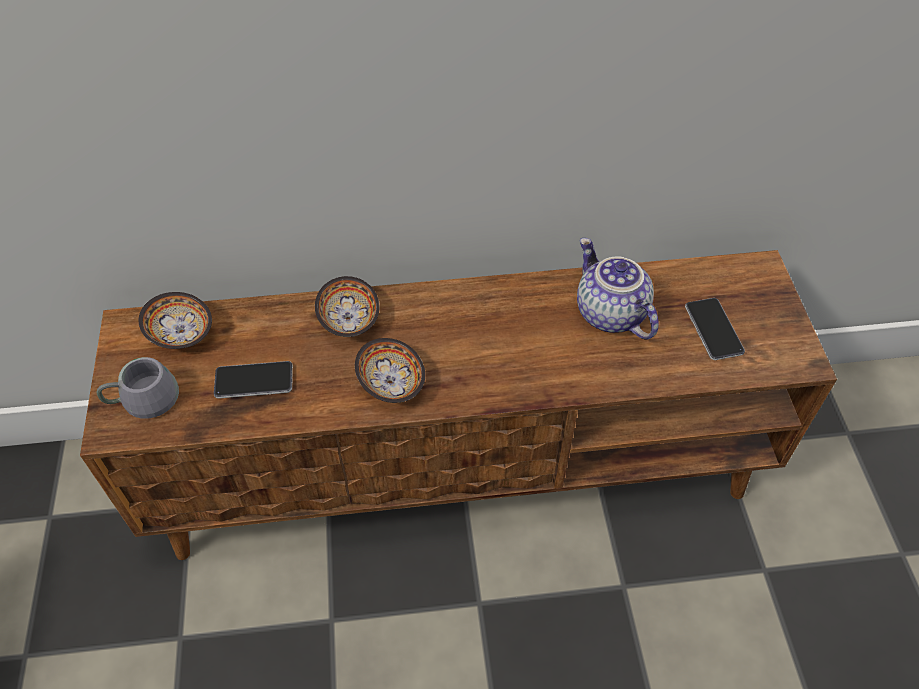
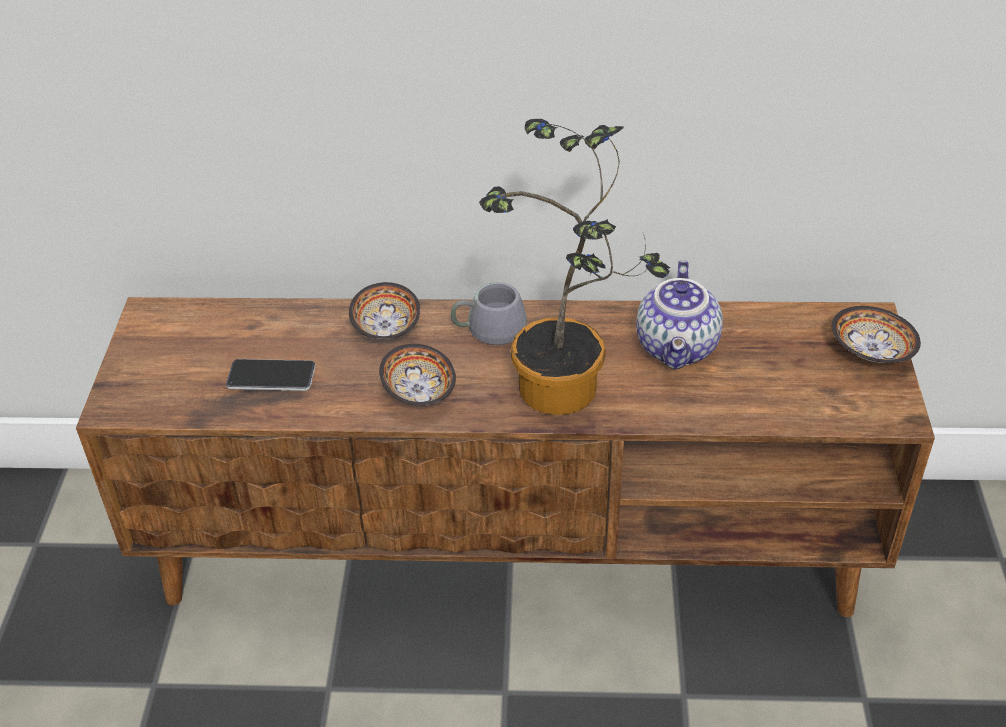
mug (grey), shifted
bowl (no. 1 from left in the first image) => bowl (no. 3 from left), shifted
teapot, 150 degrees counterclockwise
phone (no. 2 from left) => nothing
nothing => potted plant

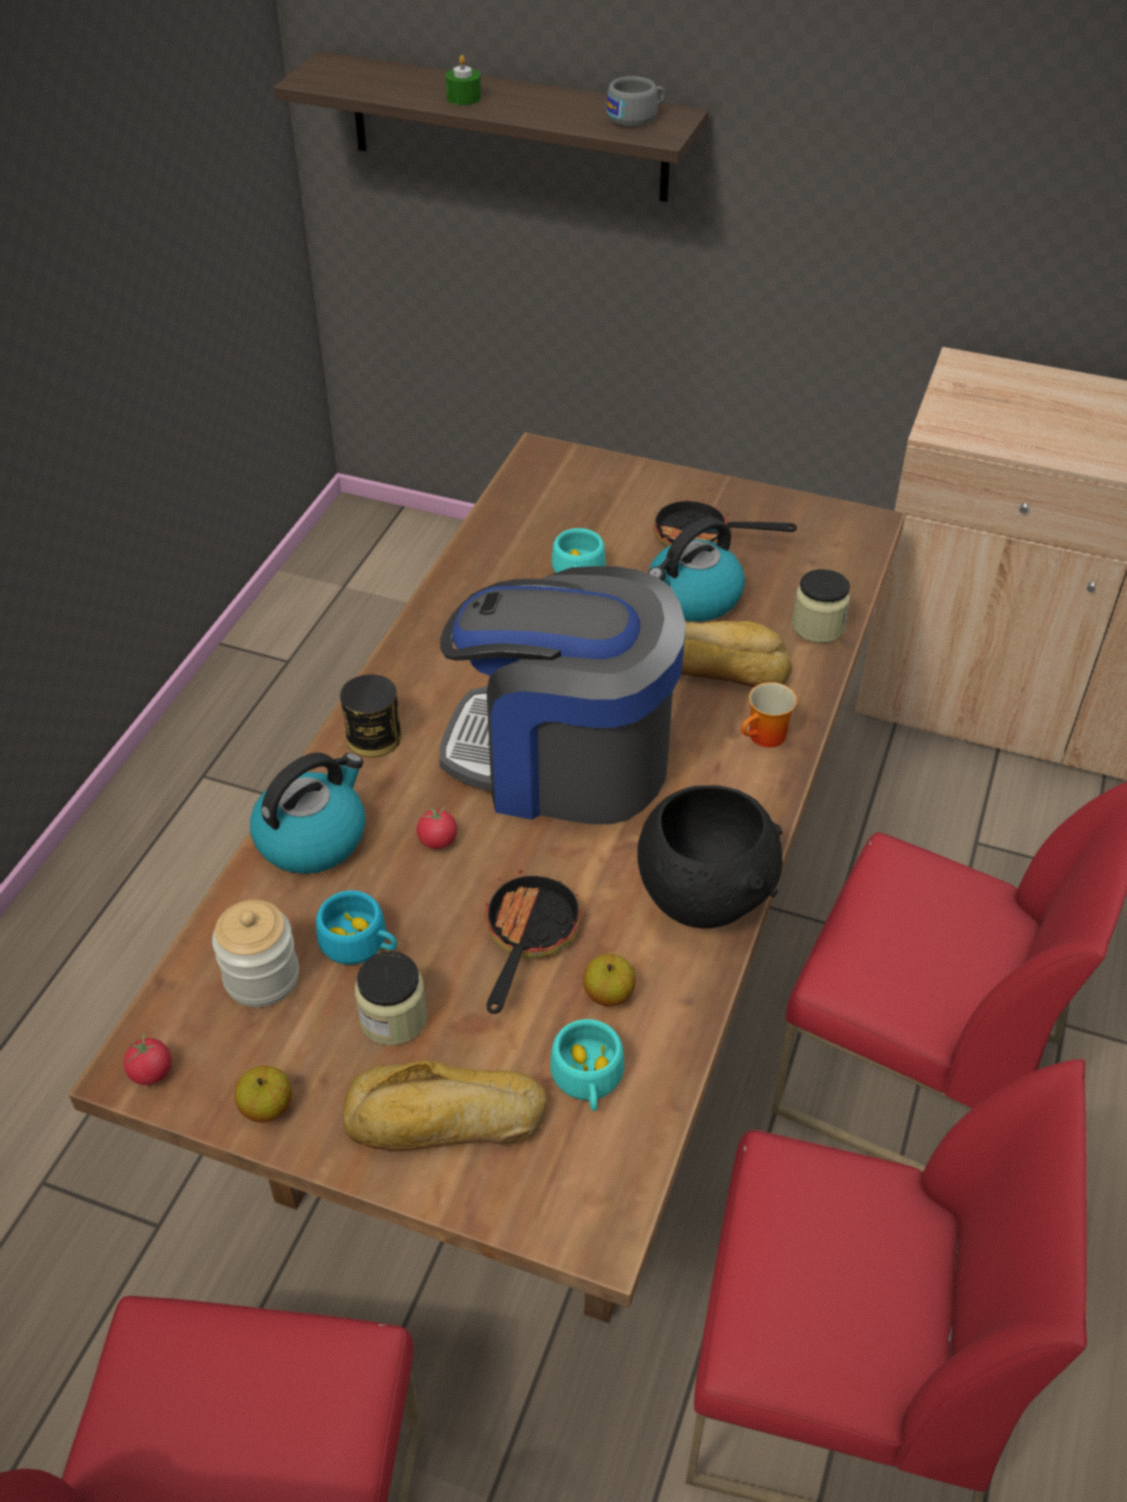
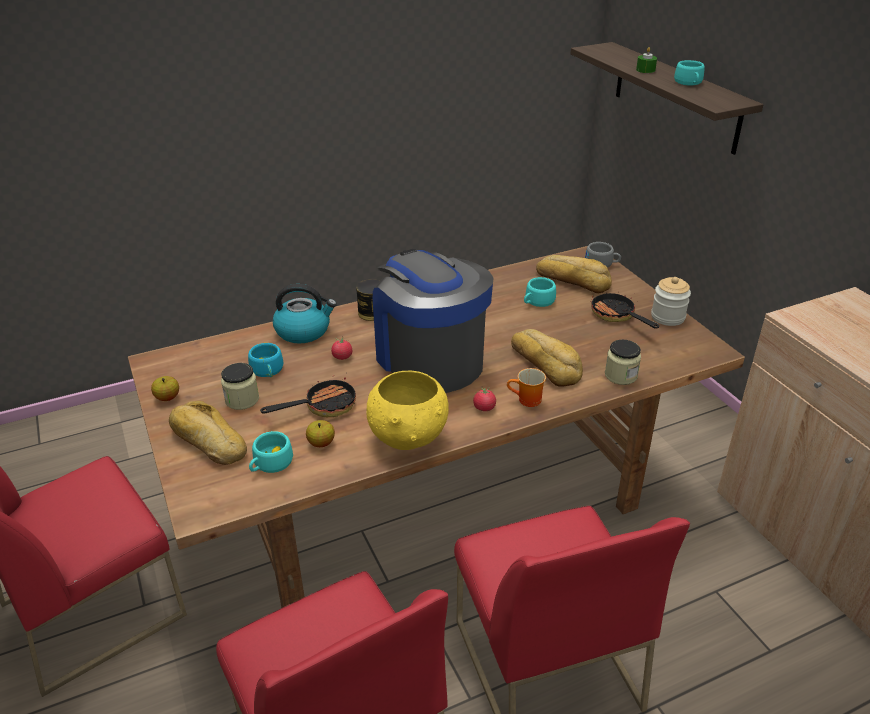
tomato (no. 1 from left in the first image) => tomato (no. 2 from left), shifted
jar (no. 1 from left in the first image) => jar (no. 3 from left), shifted
cup (grey), shifted
bowl (black) => bowl (yellow)
kettle (no. 2 from left) => nothing
nothing => bread (no. 3 from left)
nothing => cup (turquoise) (no. 4 from left)

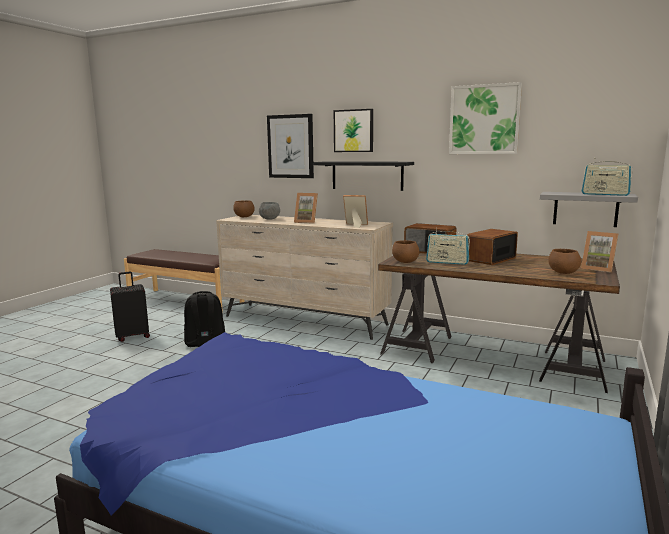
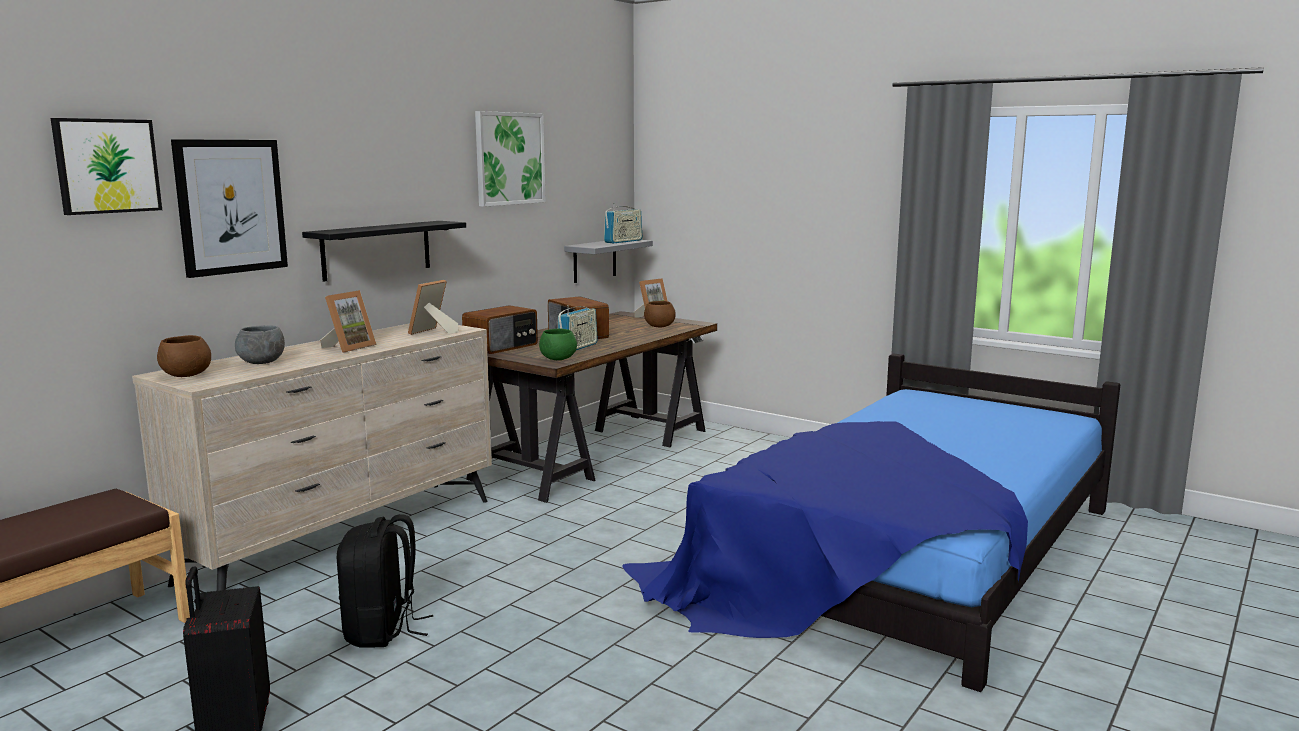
picture (no. 2 from left in the first image) => picture (no. 1 from left), shifted
bowl (brown) (no. 2 from left) => bowl (green)

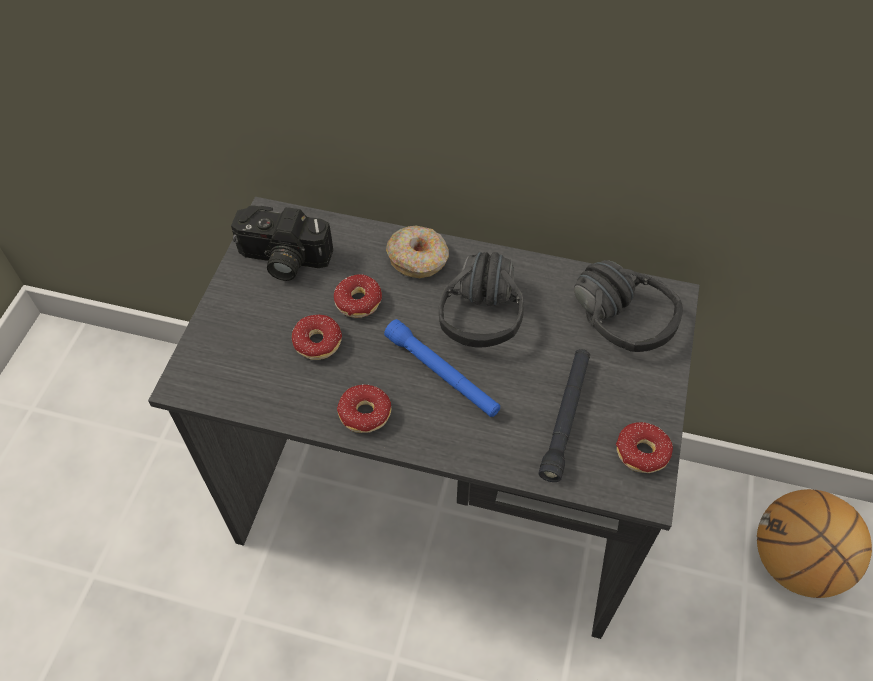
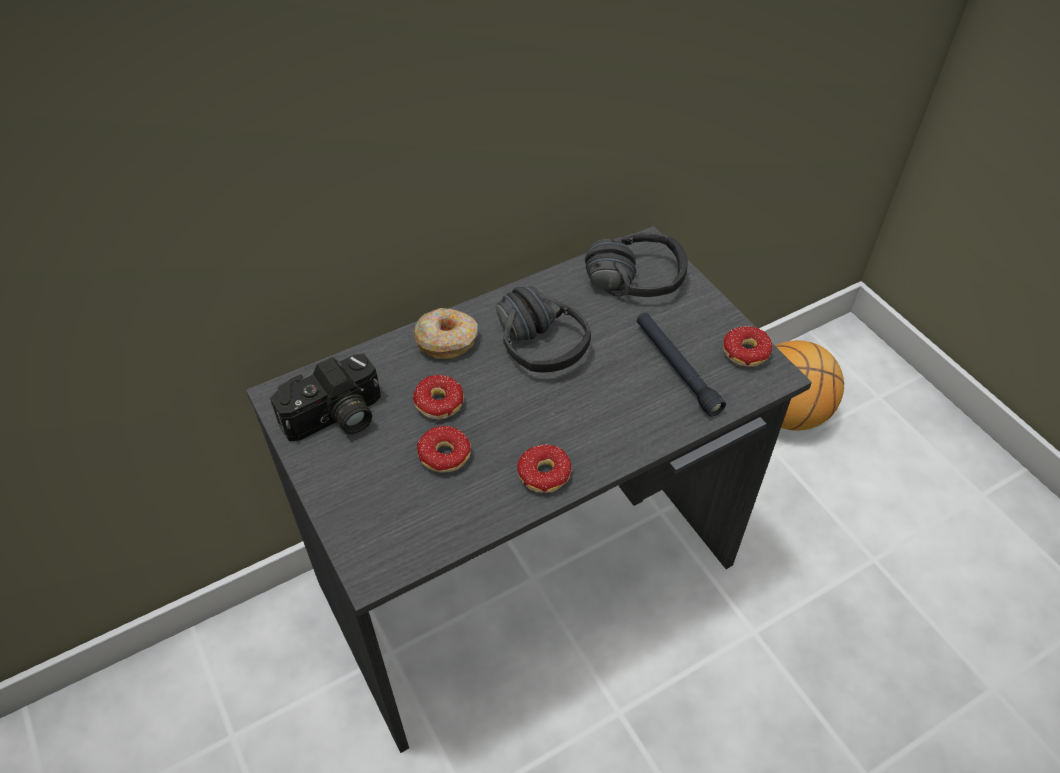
flashlight (blue) => nothing

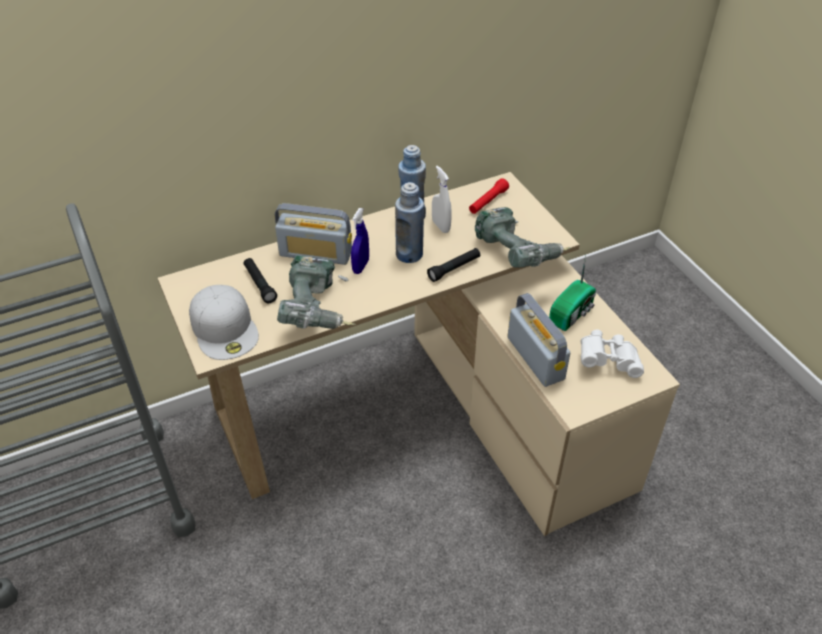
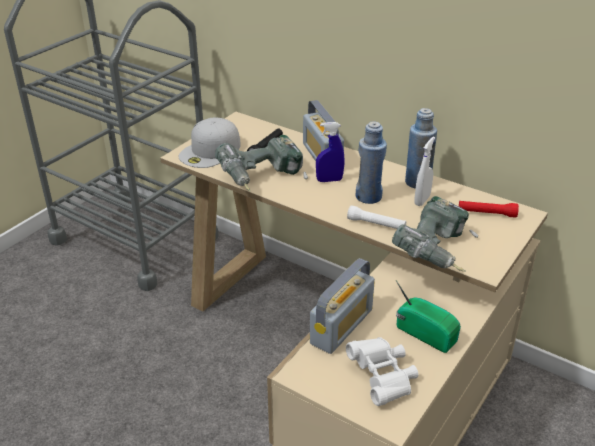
flashlight (black) (no. 2 from left) => flashlight (white)
radio (no. 3 from left), 150 degrees counterclockwise

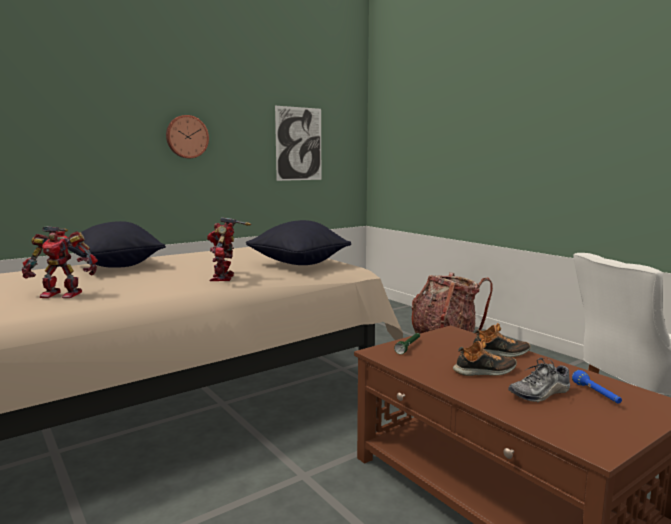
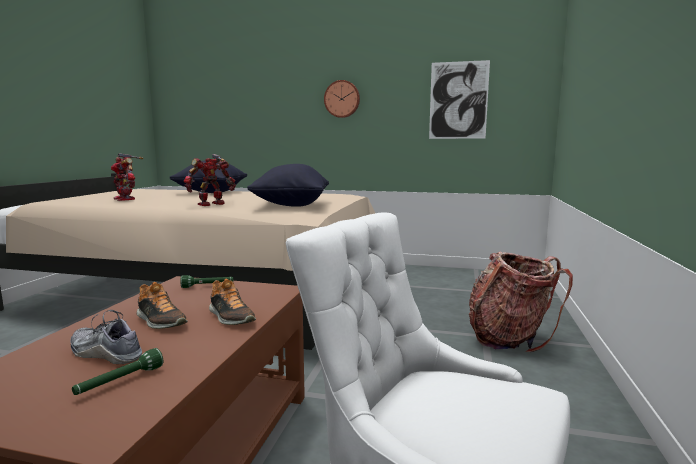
flashlight (blue) => flashlight (green) (no. 1 from left)

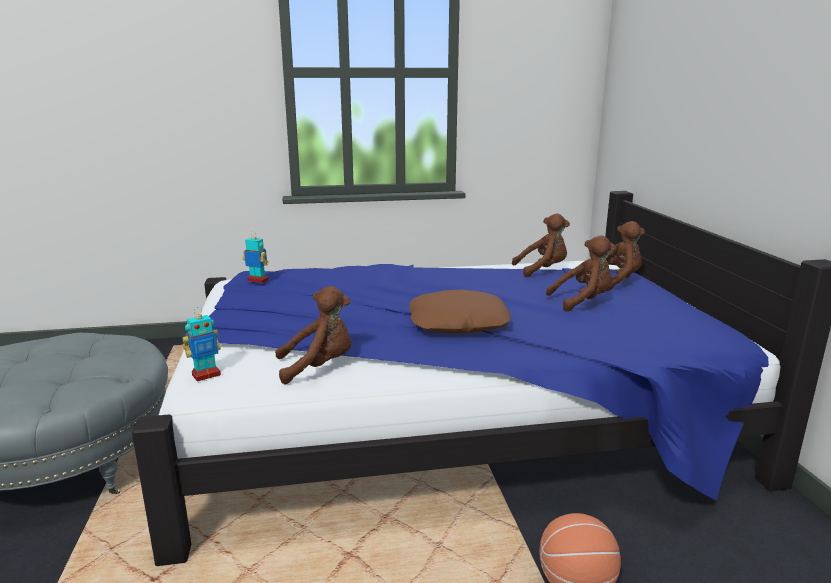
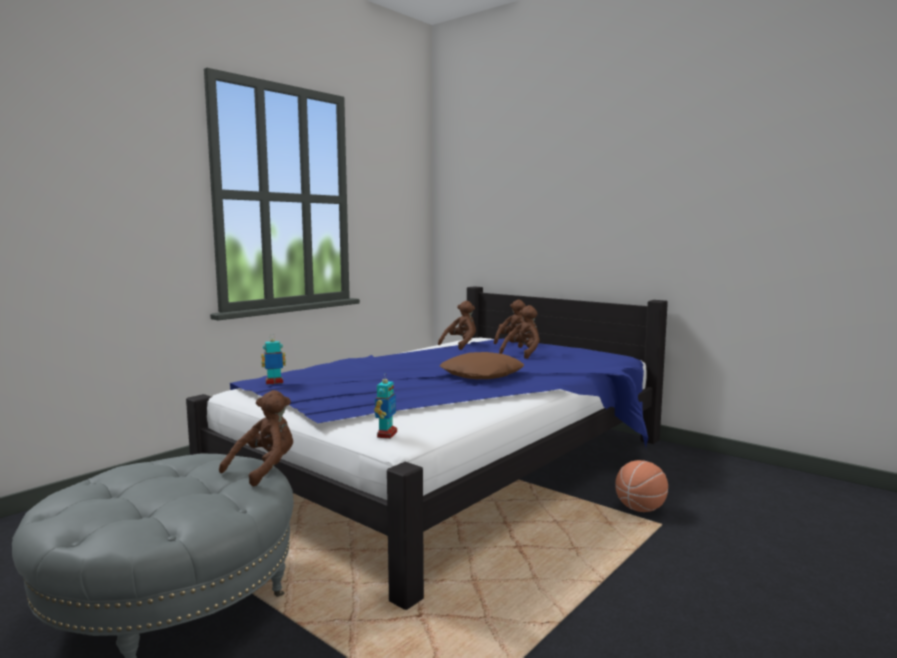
plush toy (brown) (no. 1 from left), shifted

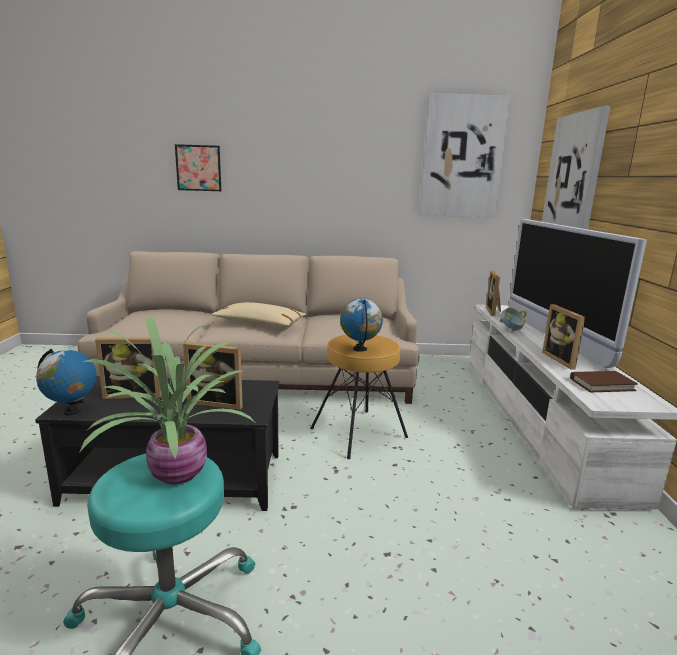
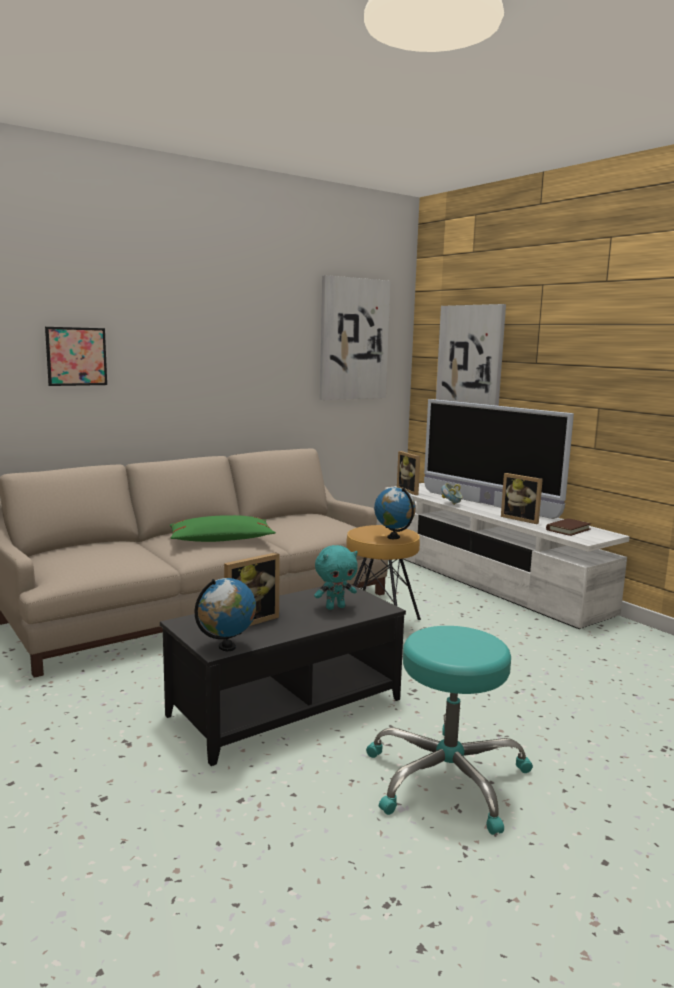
potted plant => nothing
picture frame (no. 2 from left) => plush toy (turquoise)
pillow (beige) => pillow (green)

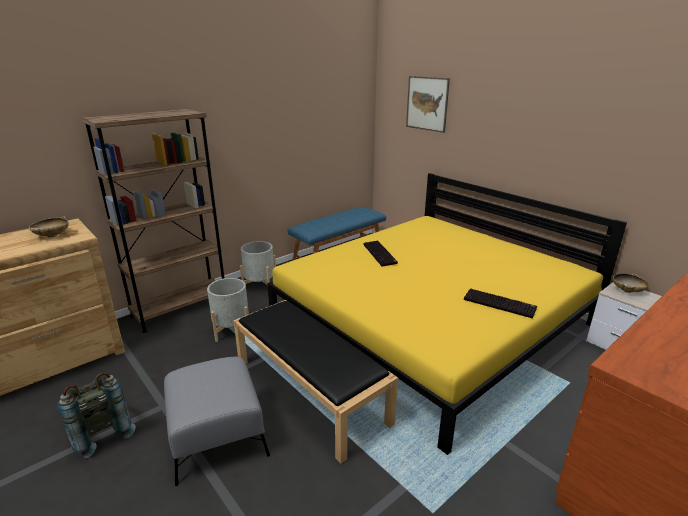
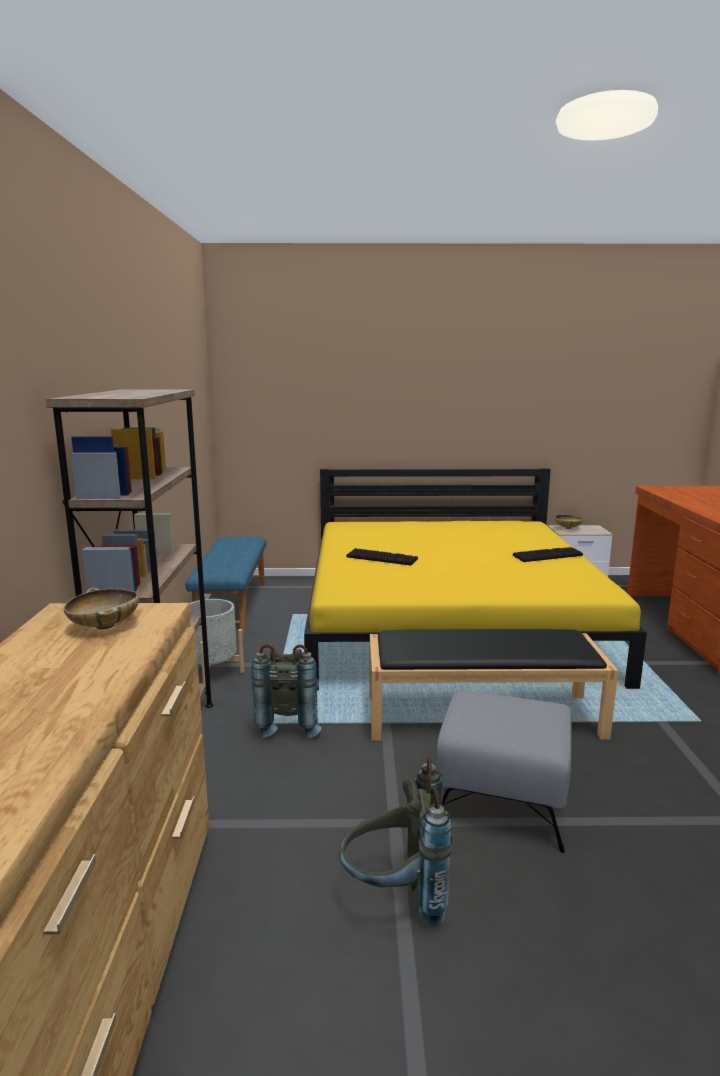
planter (grey) (no. 1 from left) => backpack (grey) (no. 1 from left)
picture => nothing

